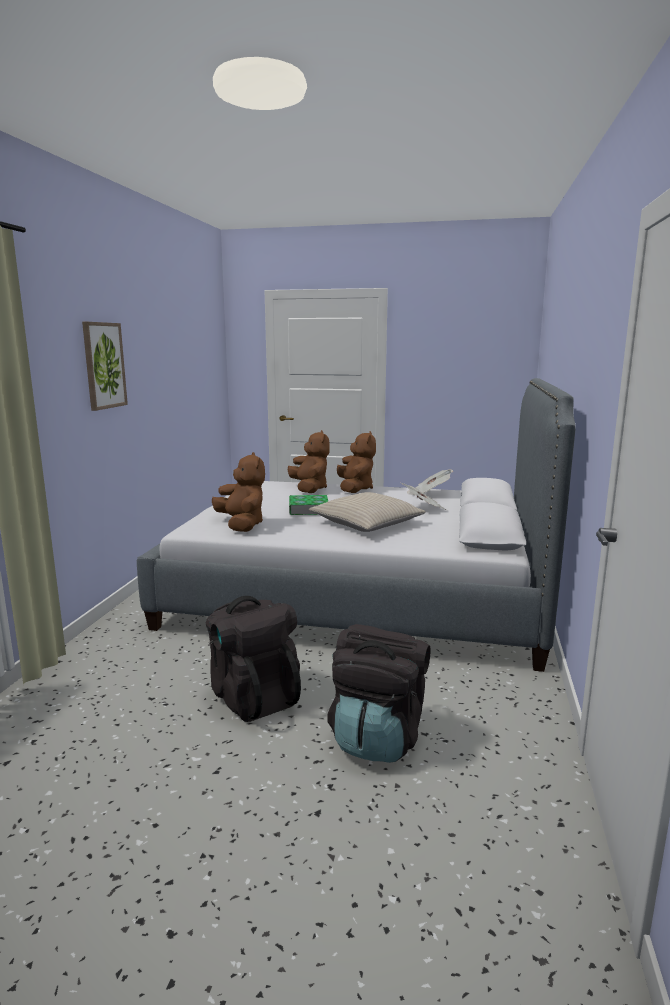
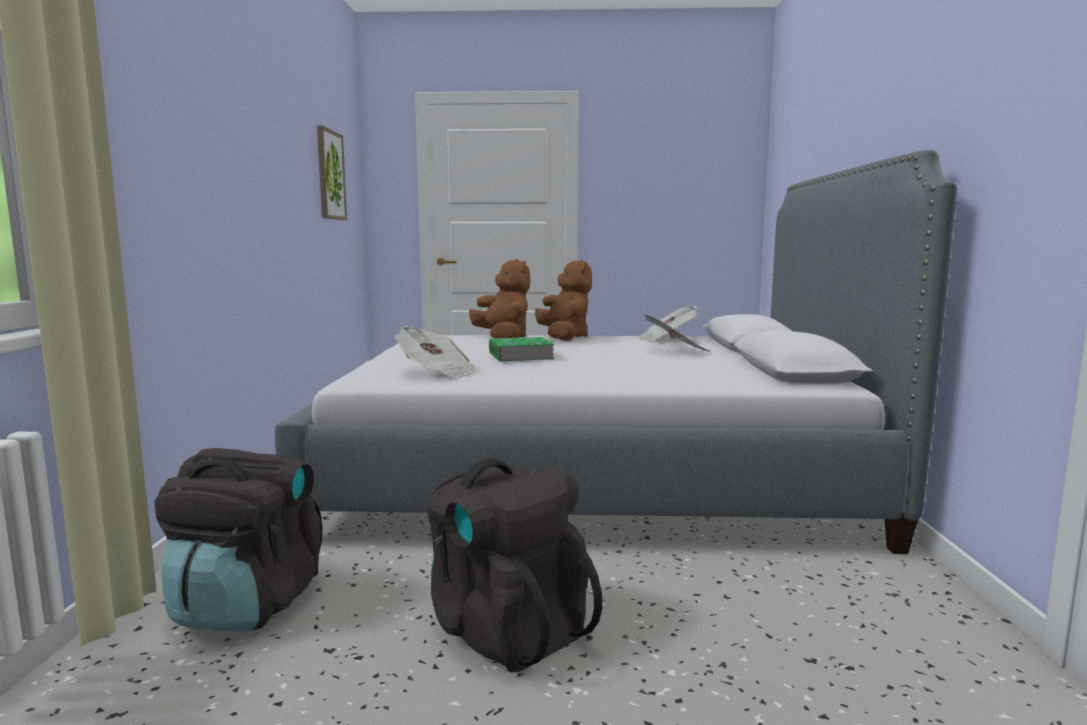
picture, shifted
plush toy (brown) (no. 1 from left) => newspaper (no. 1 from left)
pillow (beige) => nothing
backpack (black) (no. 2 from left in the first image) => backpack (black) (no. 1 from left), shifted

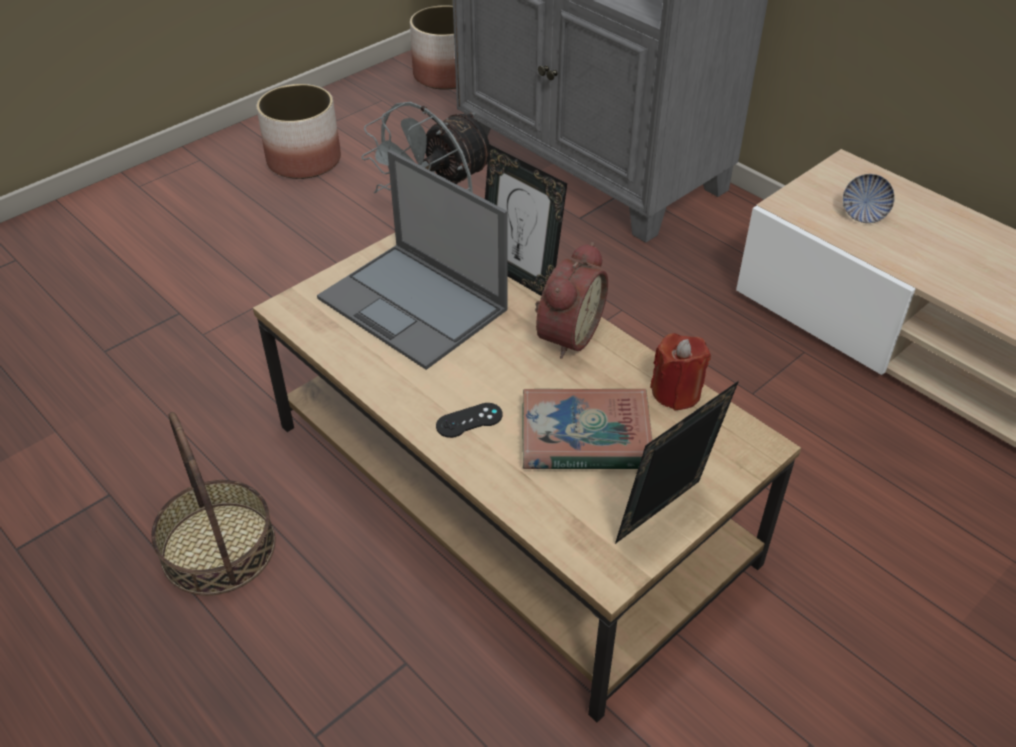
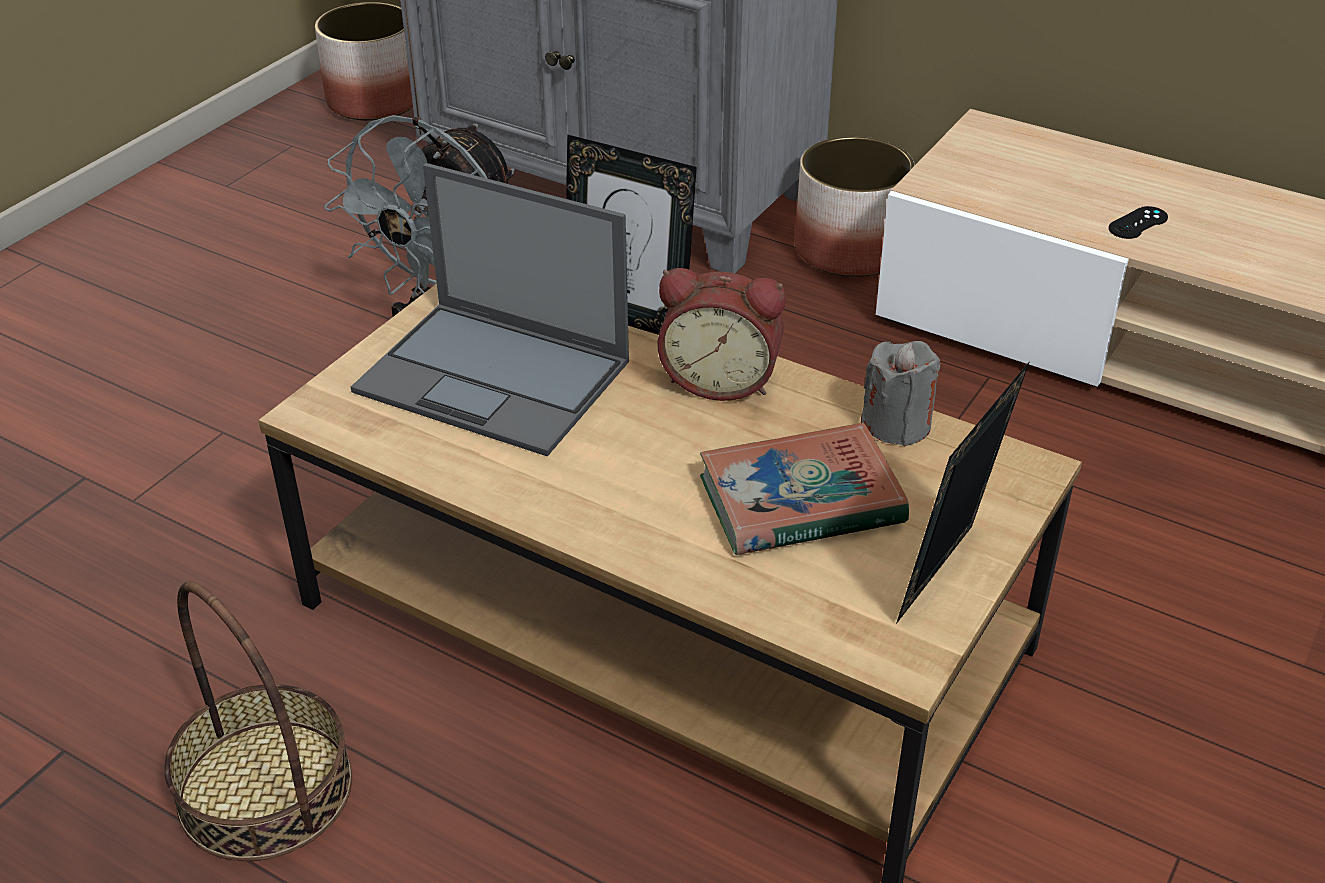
planter (no. 1 from left in the first image) => planter (no. 2 from left), shifted
game controller (black), shifted
alarm clock, 90 degrees clockwise
candle (red) => candle (grey)
bowl => nothing

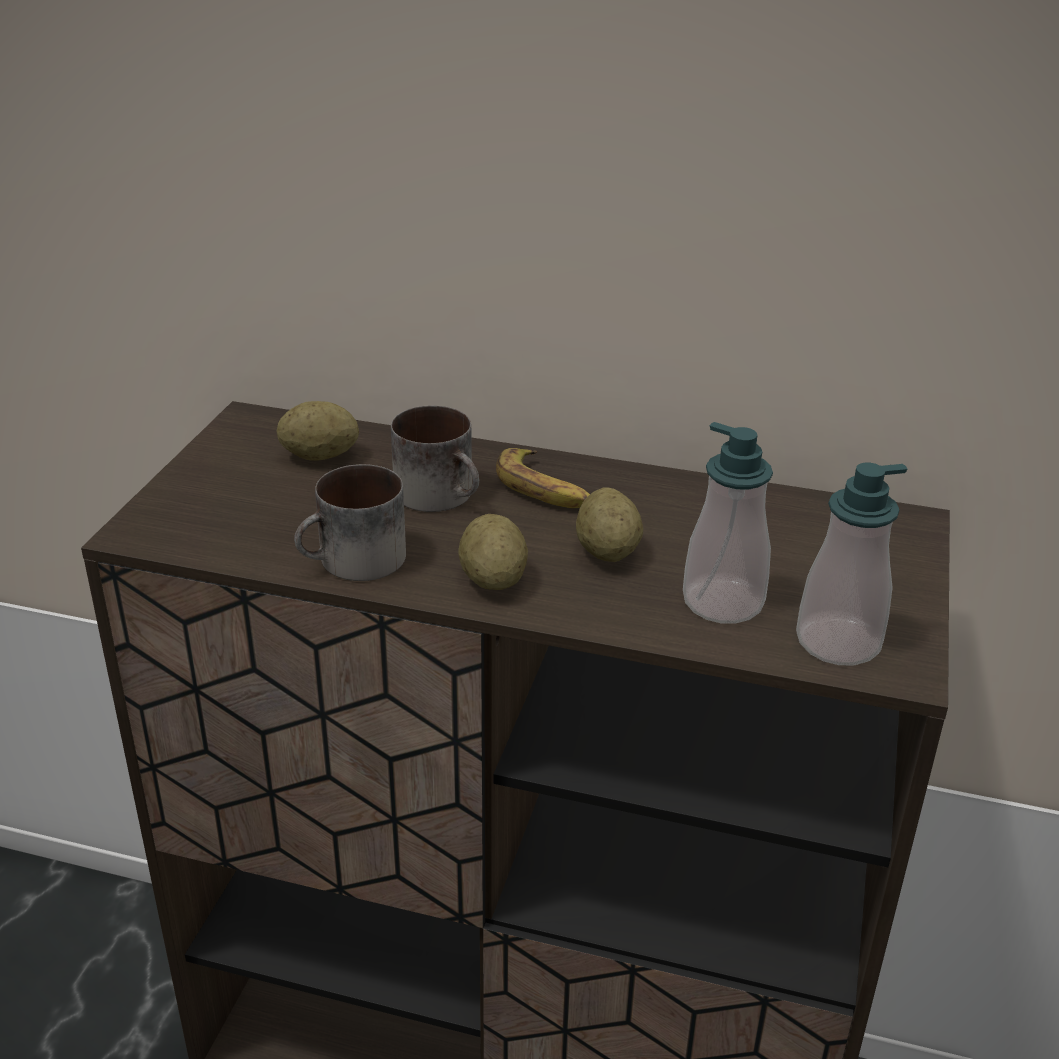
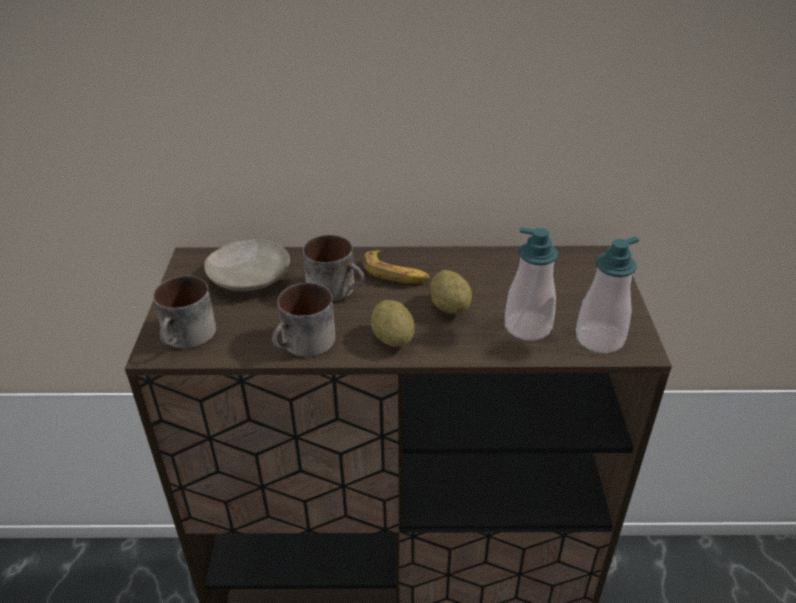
potato (no. 1 from left) => plate (beige)
nothing => mug (no. 1 from left)

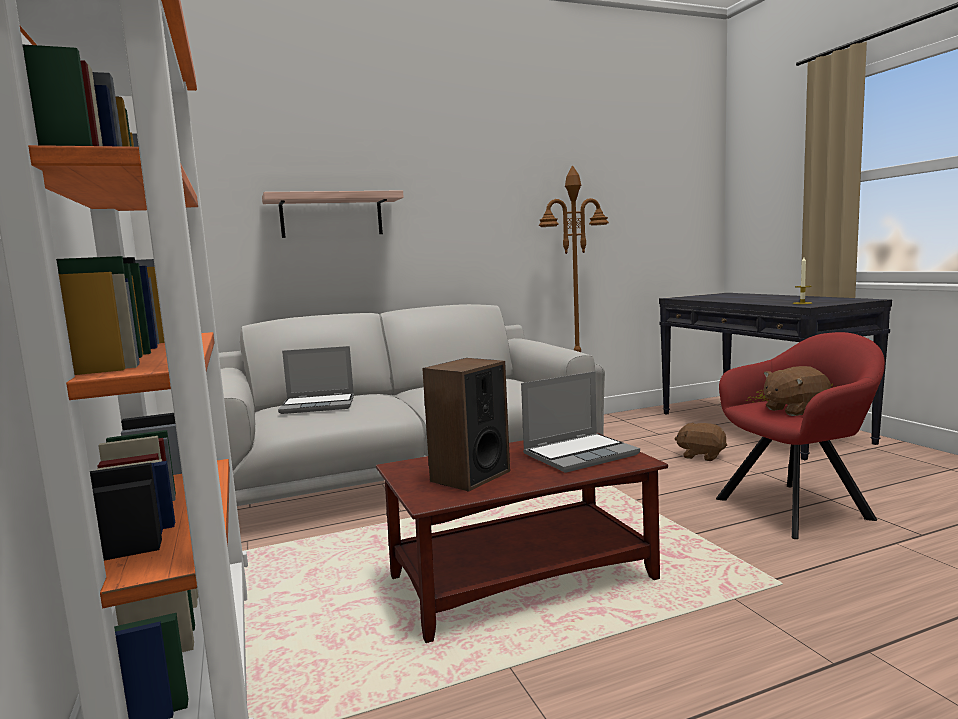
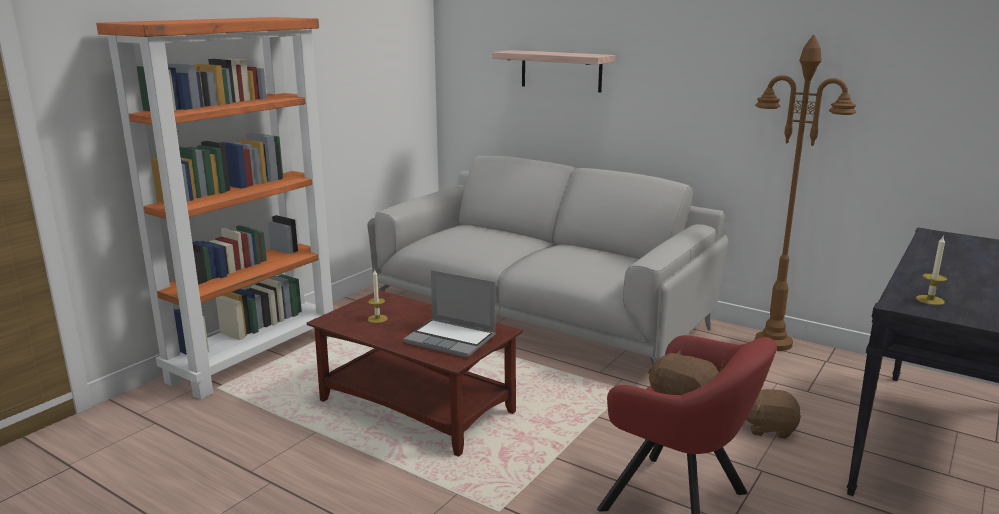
laptop (no. 1 from left) => nothing
speaker => candle (no. 1 from left)
plush toy (brown) (no. 1 from left in the first image) => plush toy (brown) (no. 2 from left), 75 degrees counterclockwise

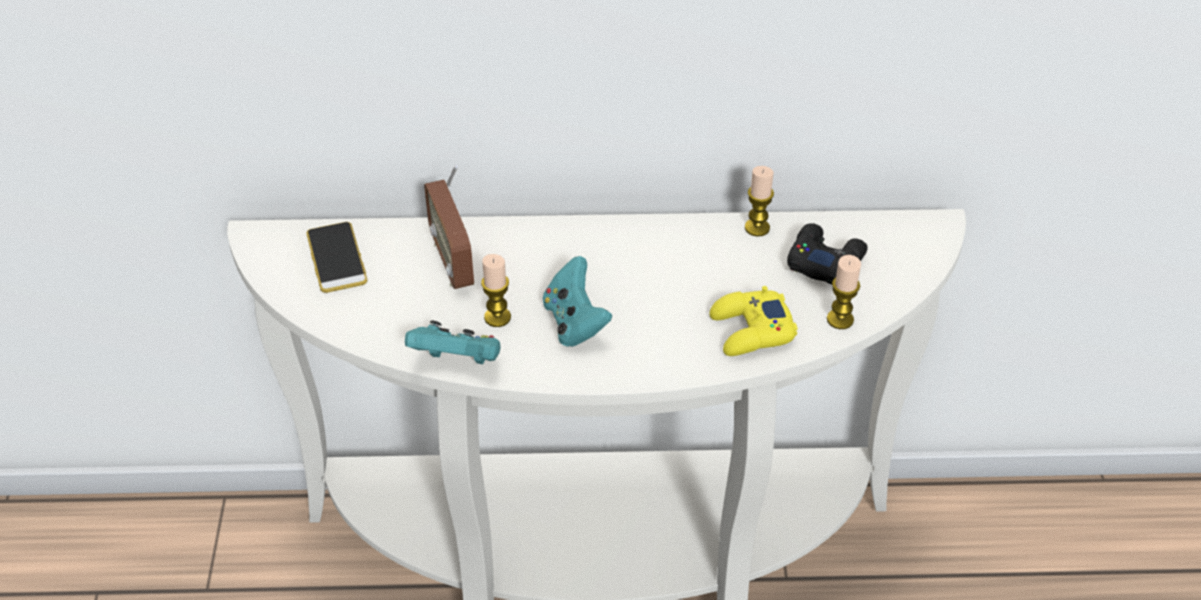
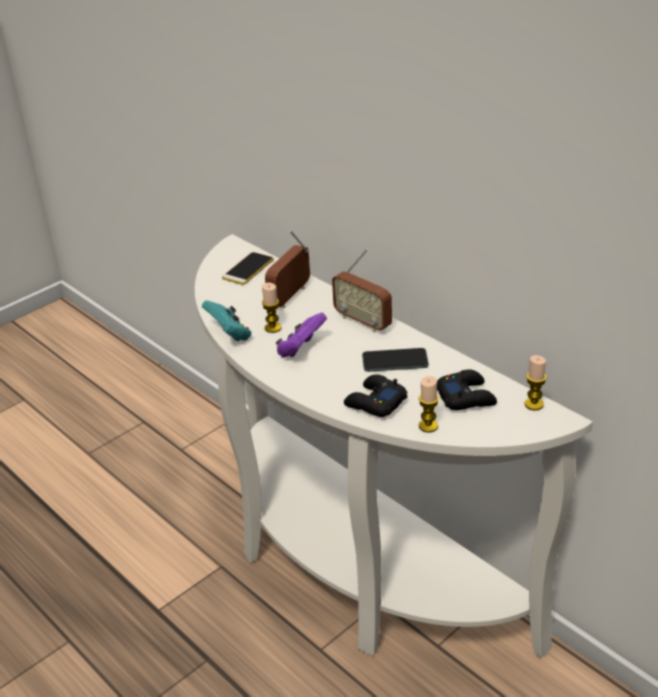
game controller (turquoise) (no. 2 from left) => game controller (purple)
game controller (yellow) => game controller (black) (no. 1 from left)
candle (no. 2 from left in the first image) => candle (no. 3 from left), shifted
nothing => radio (no. 2 from left)
nothing => phone (no. 2 from left)

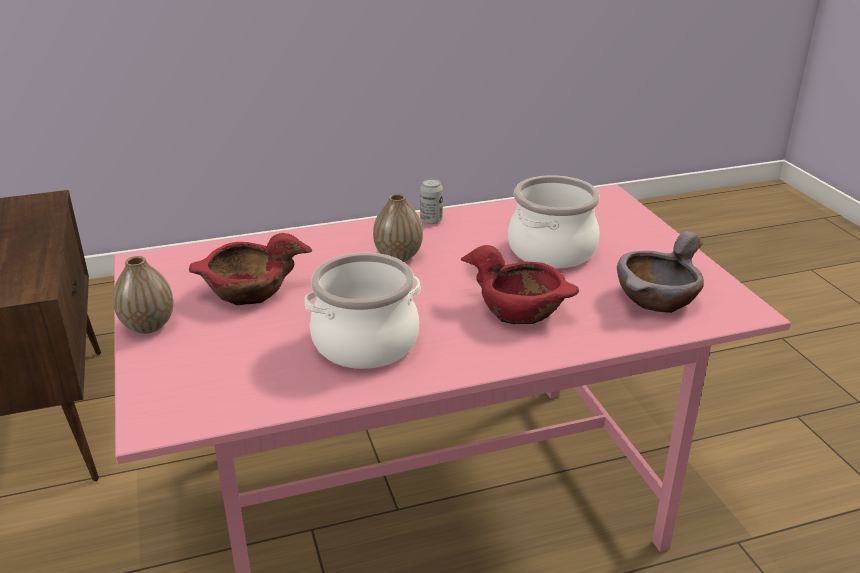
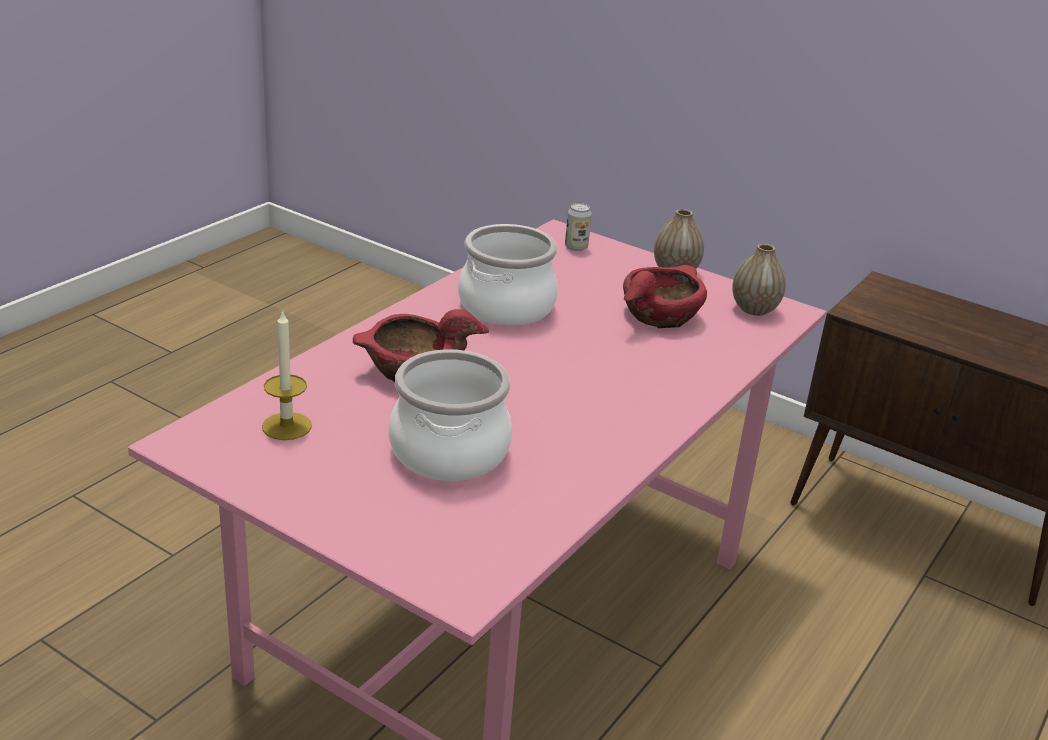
vase (no. 2 from left), shifted
can, shifted
bowl (grey) => candle

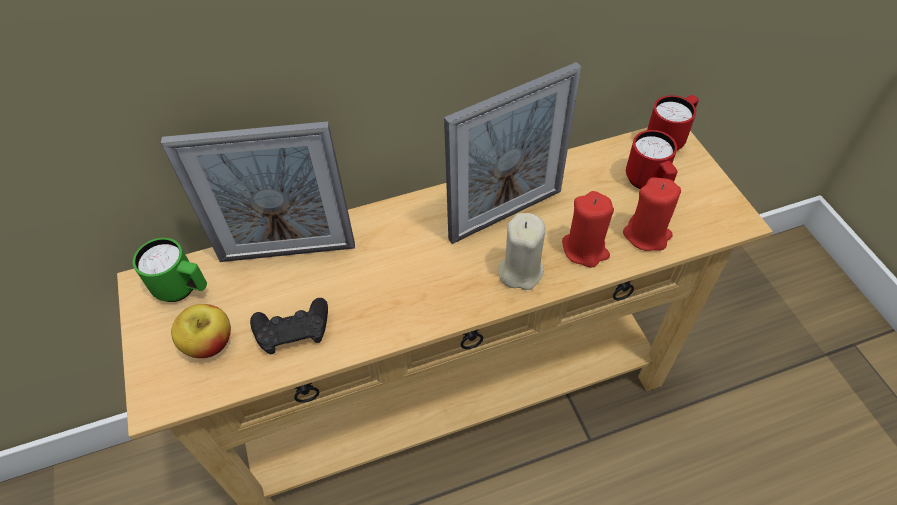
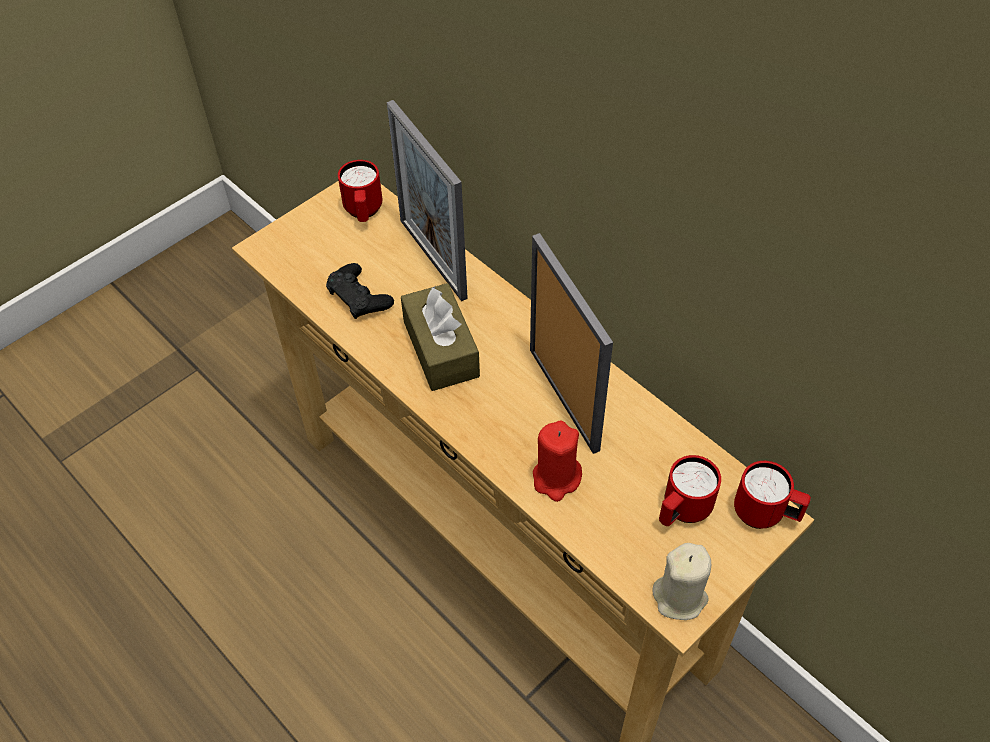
mug (green) => mug (red) (no. 1 from left)
apple => nothing
picture frame (no. 2 from left), 150 degrees counterclockwise
candle (beige), shifted
candle (red) (no. 2 from left) => nothing
nothing => tissue box (brown)

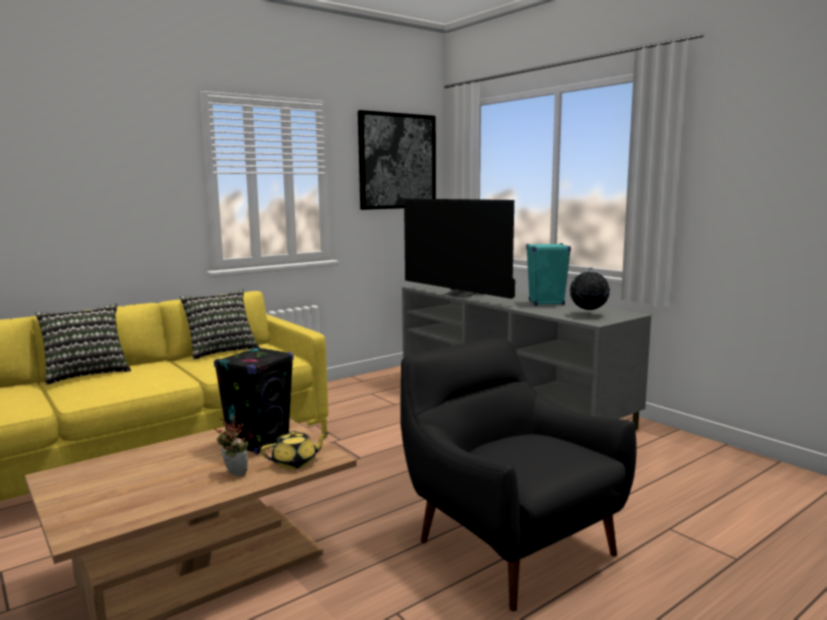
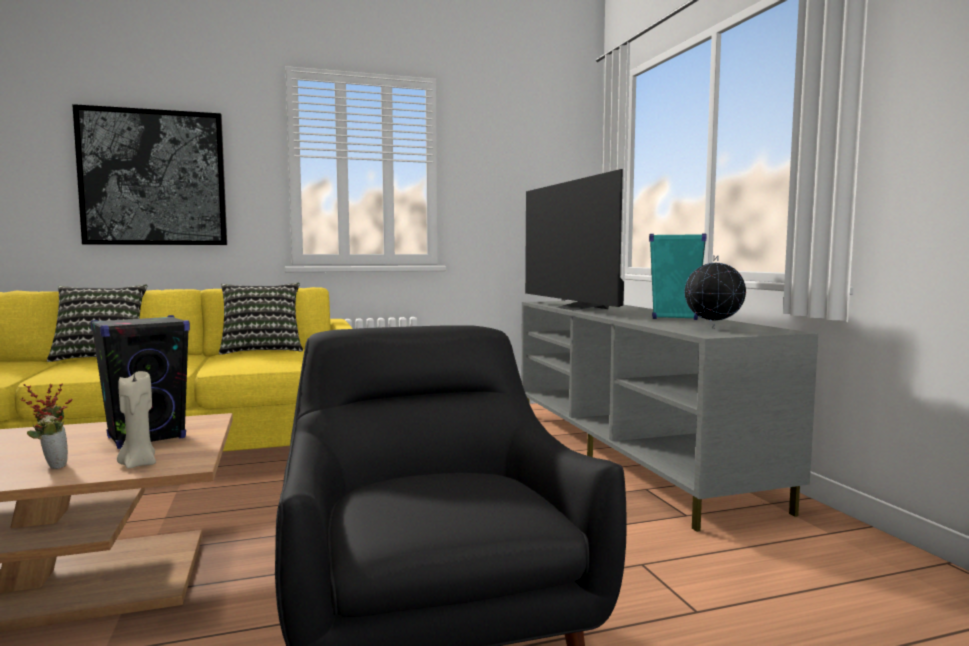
teapot (yellow) => candle (beige)
picture, shifted

